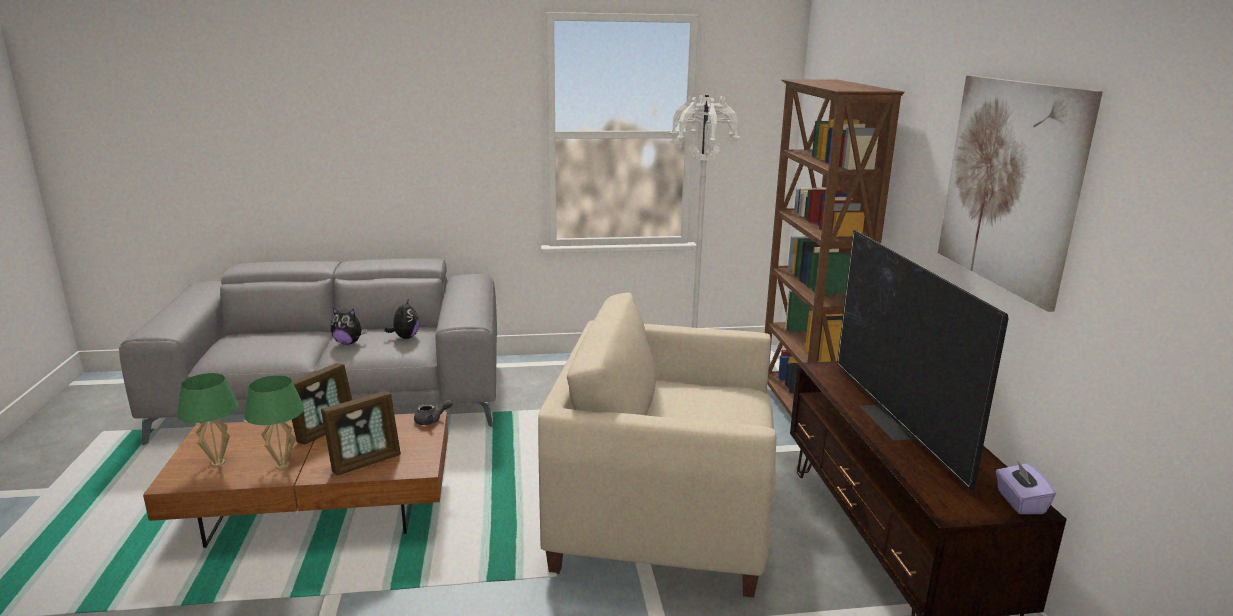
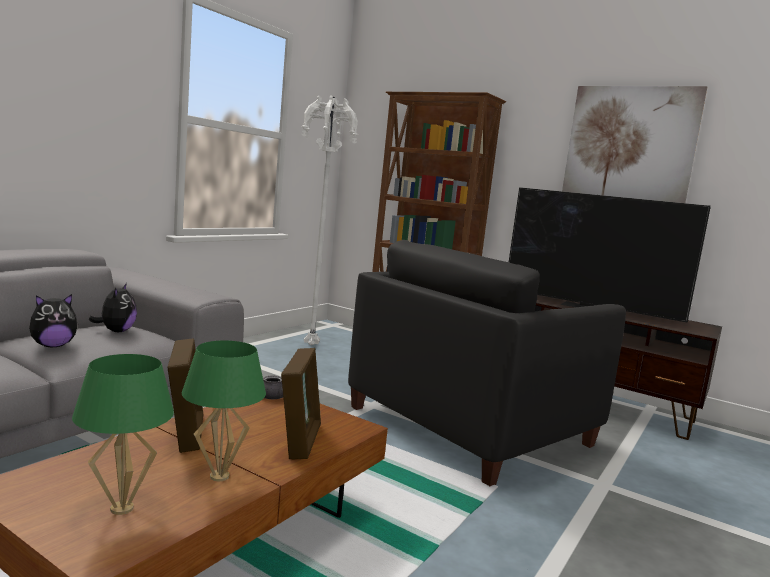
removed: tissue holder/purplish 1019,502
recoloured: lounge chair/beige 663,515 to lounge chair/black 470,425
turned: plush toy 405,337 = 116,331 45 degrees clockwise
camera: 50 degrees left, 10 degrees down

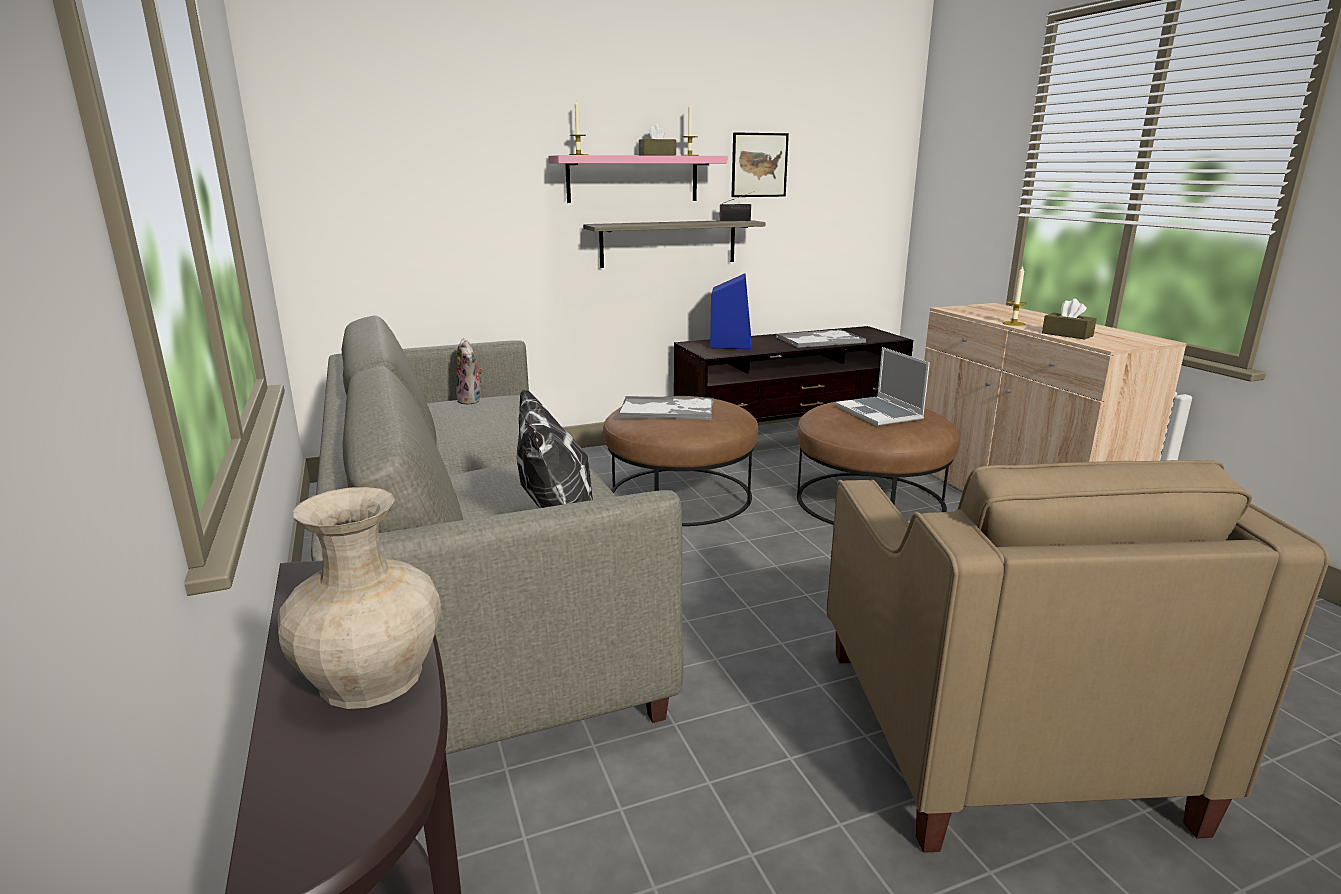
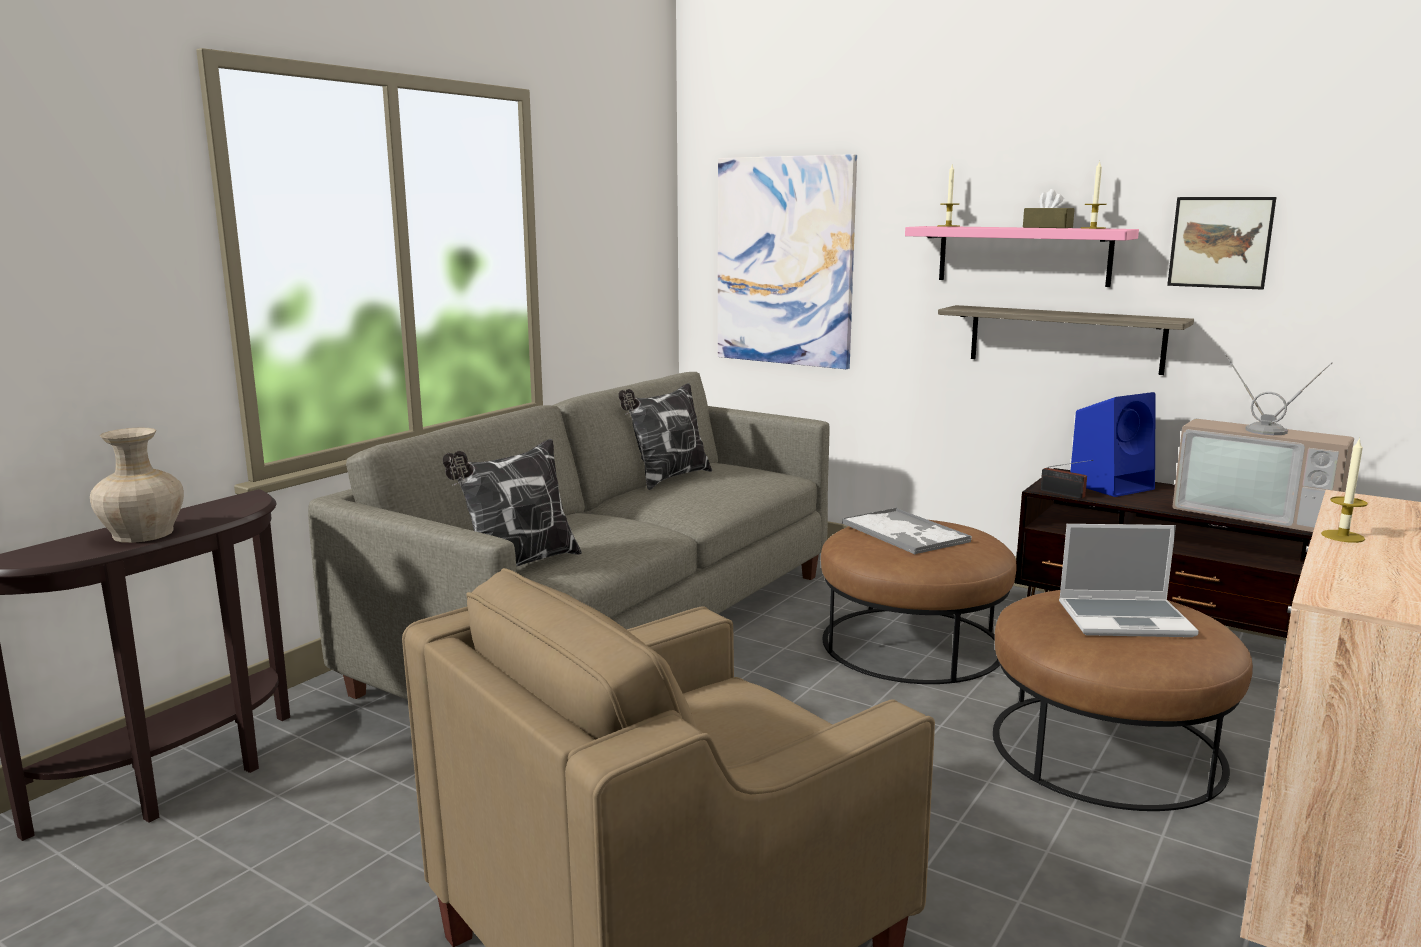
removed: plush toy 471,401; tissue holder/brown 1067,334
added: cushion 667,478; wall picture 785,261
moved: radio set 737,220 to 1064,494
replaced: tray 821,340 to TV set 1257,513
turned: notebook computer 880,413 = 1126,619 120 degrees counterclockwise
camera: 55 degrees right, 5 degrees down

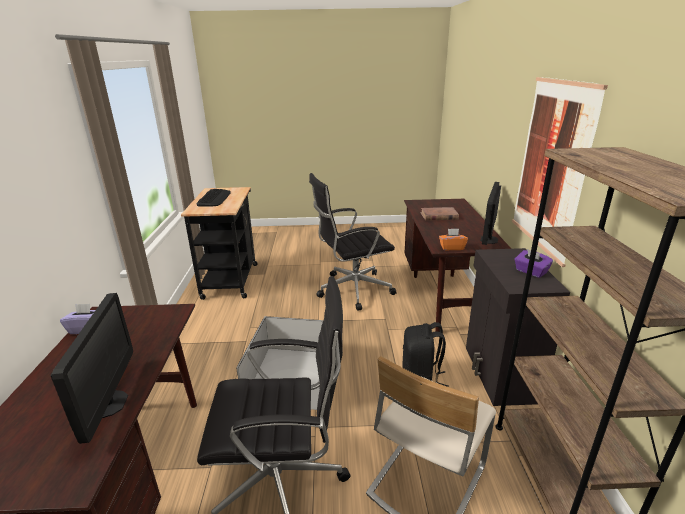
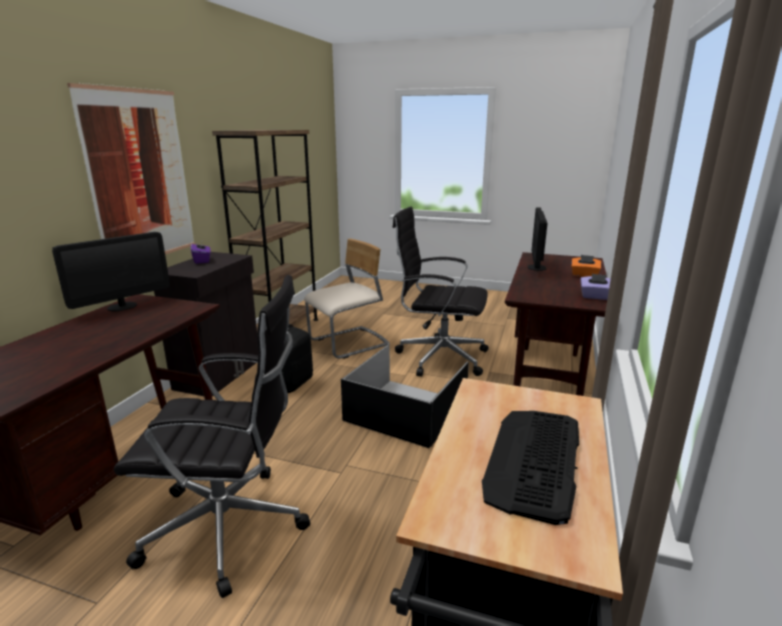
removed: book/brown 438,216
moved: tissue holder/orangey 452,247 to 584,275
camera: 160 degrees left, 5 degrees down

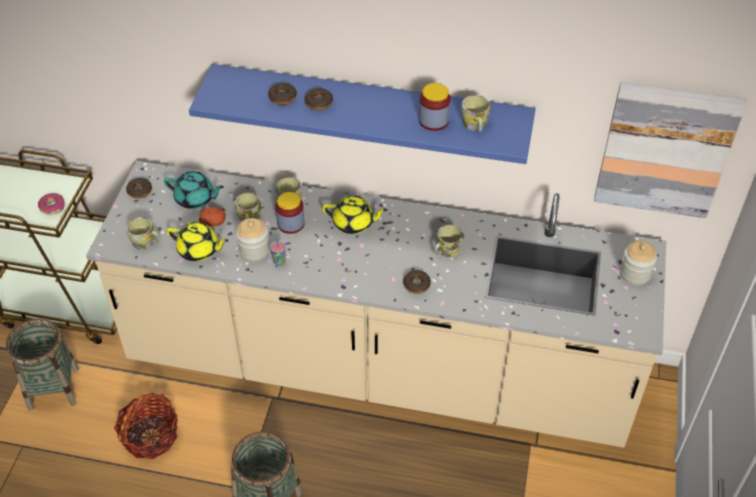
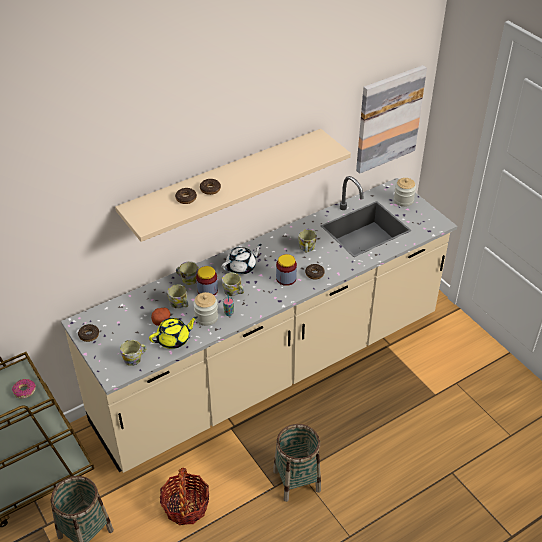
removed: teapot/turquoise 195,199
moved: storage jar 433,121 to 286,278; tea mug 475,125 to 234,292
recoloured: shelf/blue 370,107 to shelf/beige 224,182; teapot/yellowish 354,223 to teapot/whitish 241,267
camera: 45 degrees left, 5 degrees down

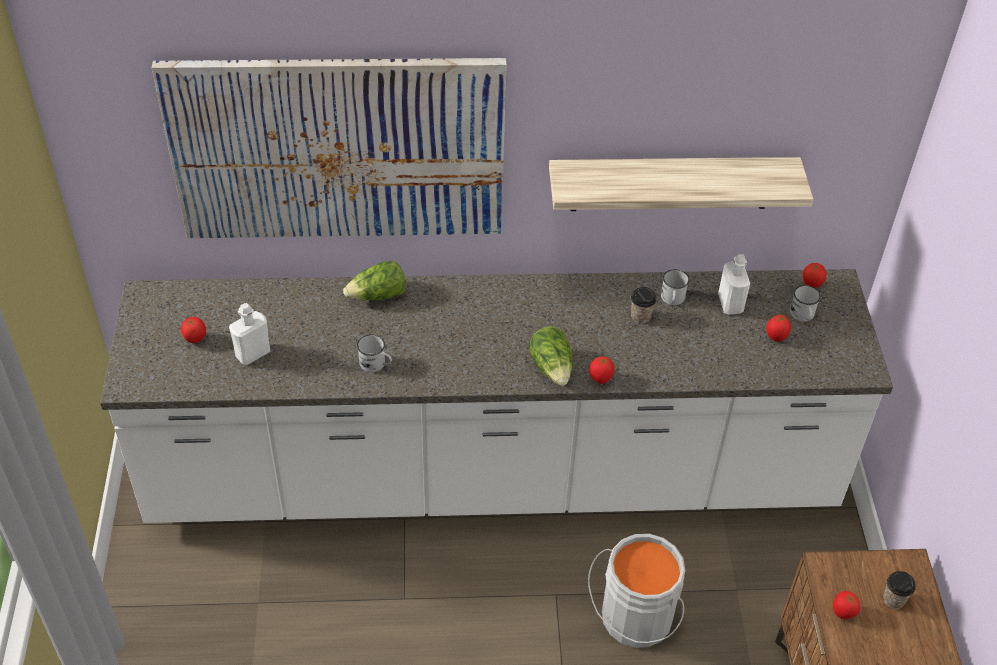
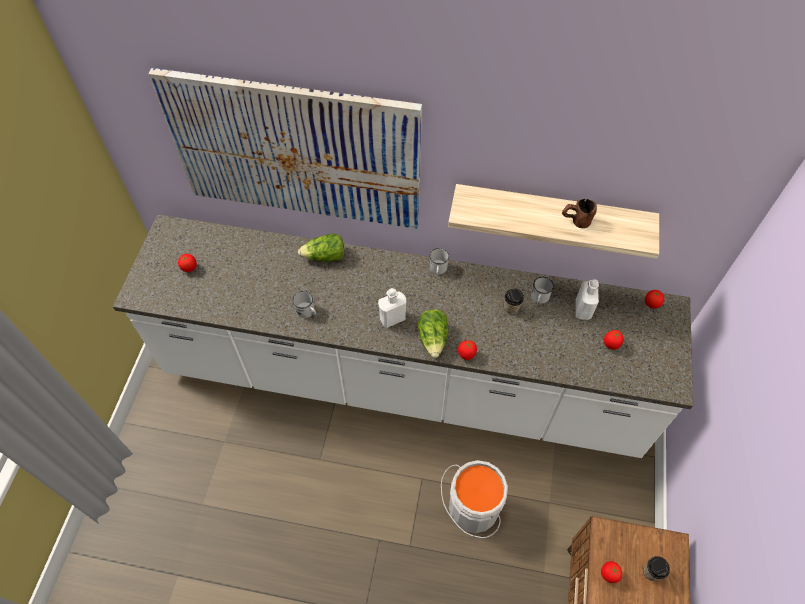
added: tea mug/brown 575,221
moved: drink bottle/whitish 253,354 to 392,318; tea mug/whitish 803,316 to 438,270
camera: 15 degrees right, 10 degrees up

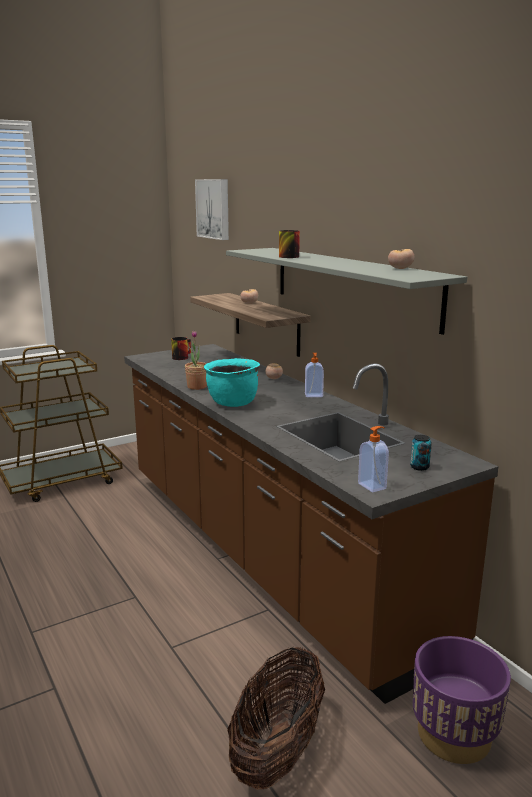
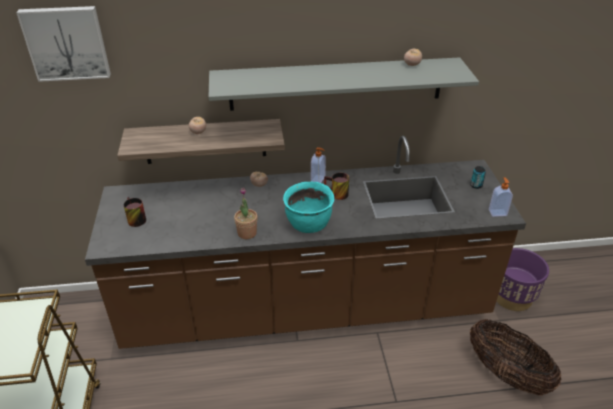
moved: tea mug 286,256 to 336,194
camera: 65 degrees left, 20 degrees up

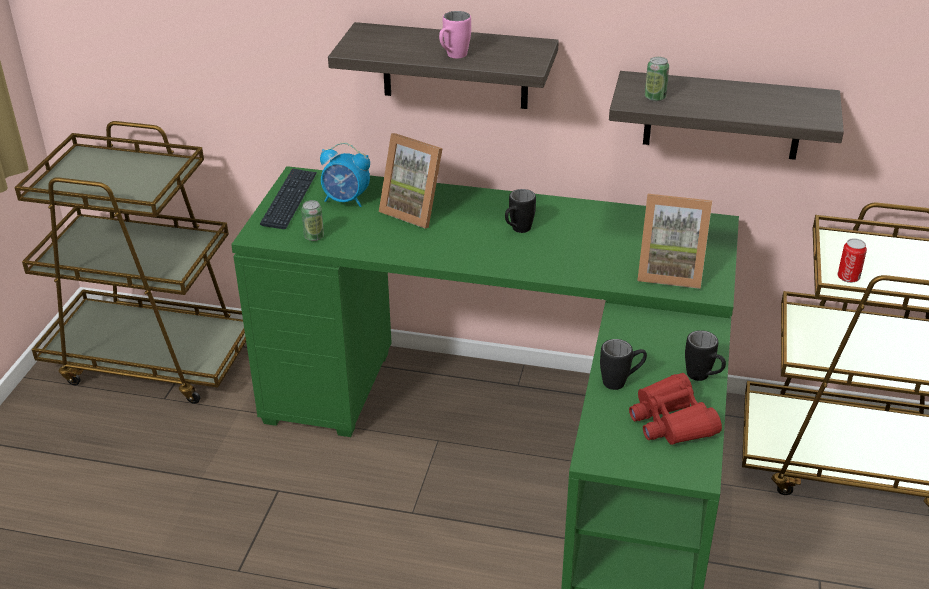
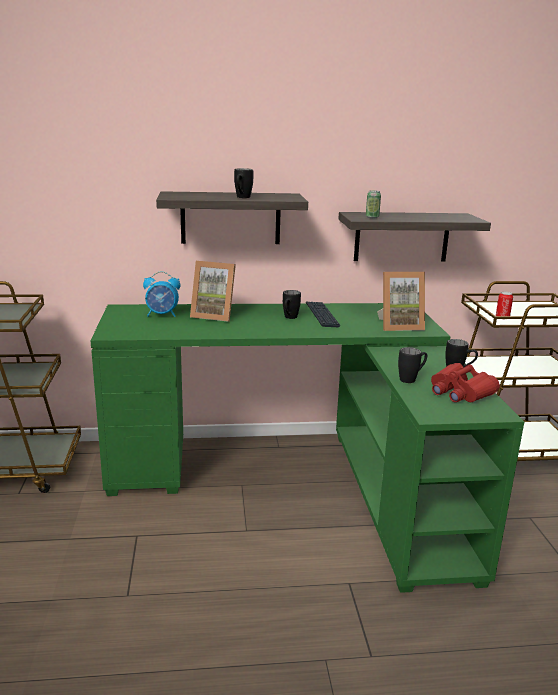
removed: metal can 314,236
moved: keyboard 289,199 to 322,315
recoloured: tea mug/pinkish 453,57 to tea mug/black 242,197
camera: 20 degrees left, 15 degrees down

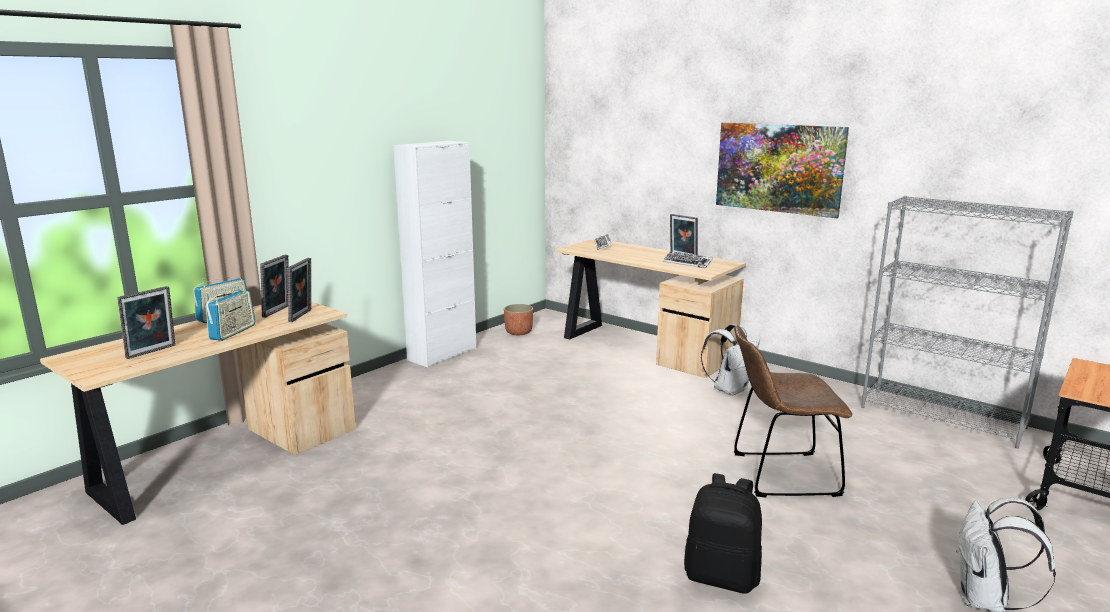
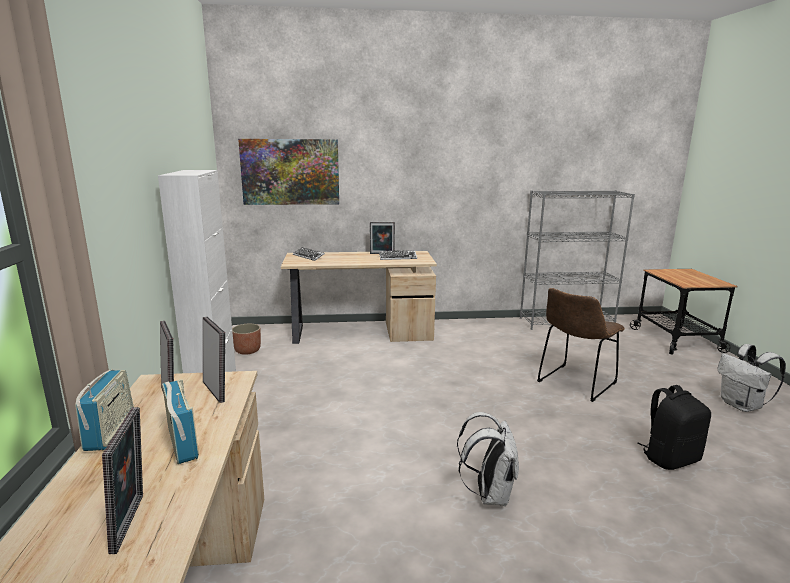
moved: rucksack/whitish 730,389 to 489,494; wall picture 779,168 to 290,172
camera: 45 degrees left, 0 degrees up

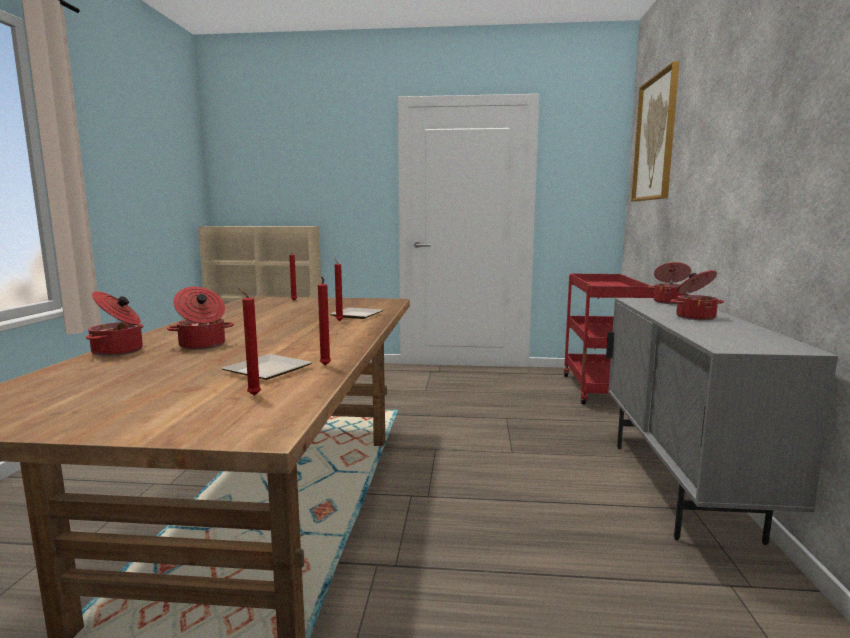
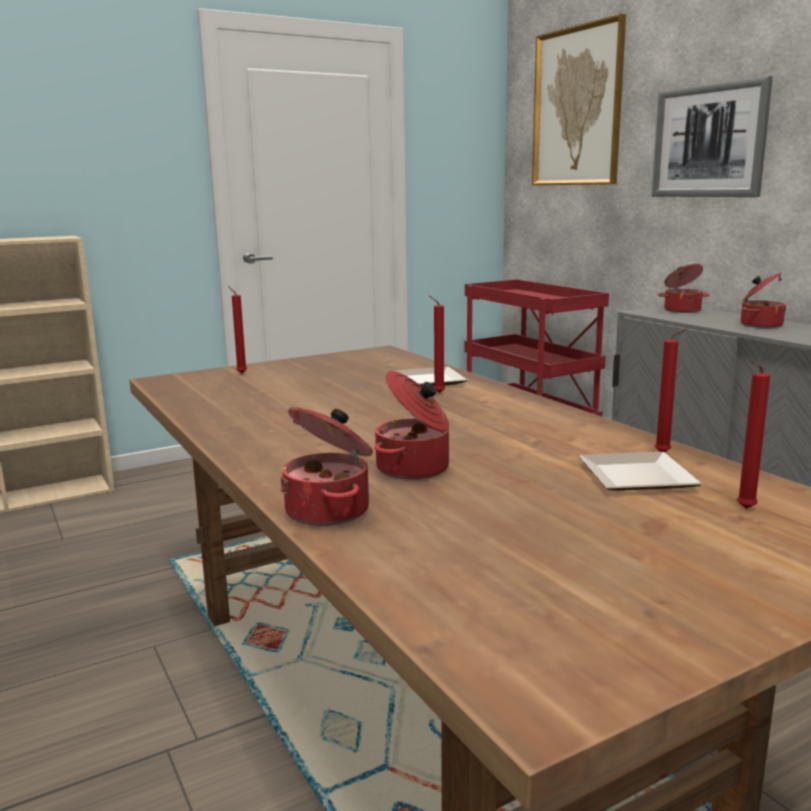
added: wall picture 708,141
camera: 35 degrees left, 5 degrees up

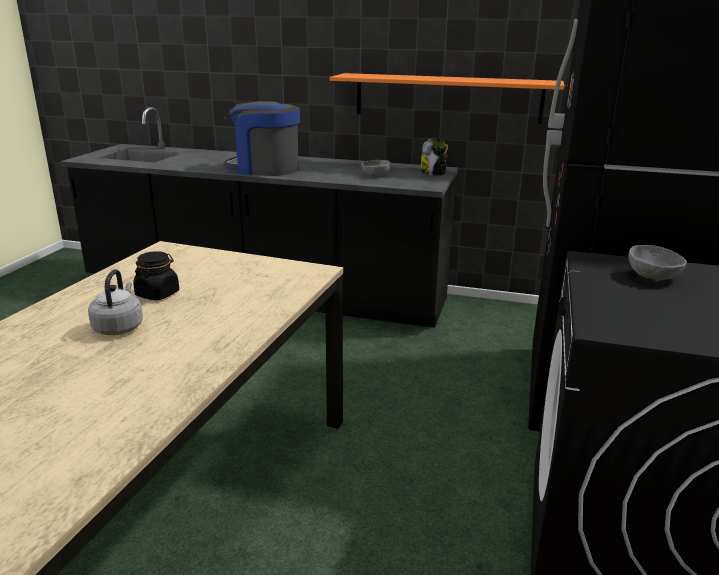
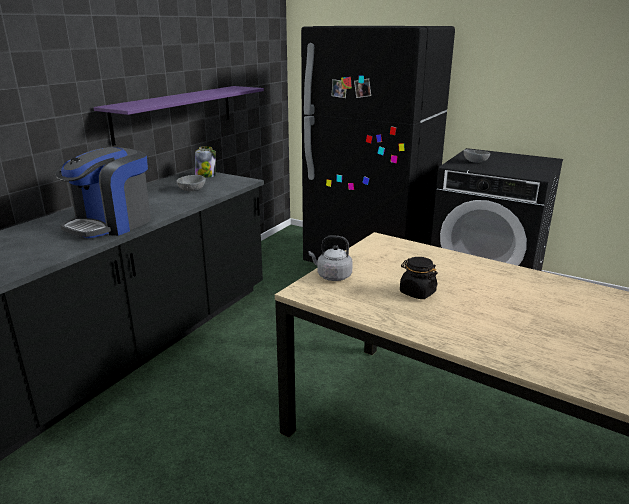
moved: tea kettle/gray 119,327 to 332,276
recoloured: shelf/orangey 447,97 to shelf/purplish 175,113
camera: 75 degrees left, 0 degrees up

